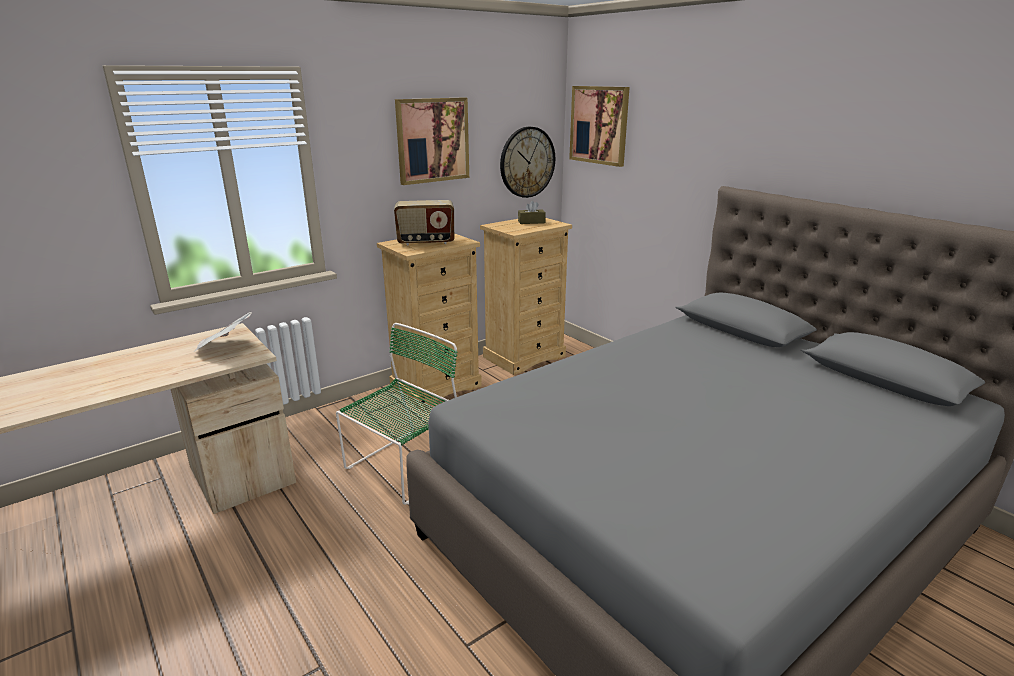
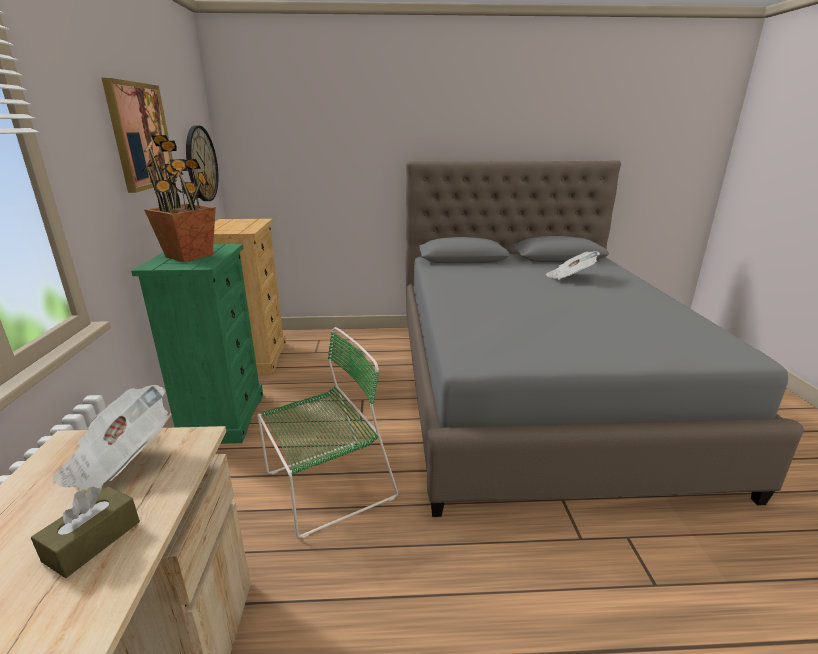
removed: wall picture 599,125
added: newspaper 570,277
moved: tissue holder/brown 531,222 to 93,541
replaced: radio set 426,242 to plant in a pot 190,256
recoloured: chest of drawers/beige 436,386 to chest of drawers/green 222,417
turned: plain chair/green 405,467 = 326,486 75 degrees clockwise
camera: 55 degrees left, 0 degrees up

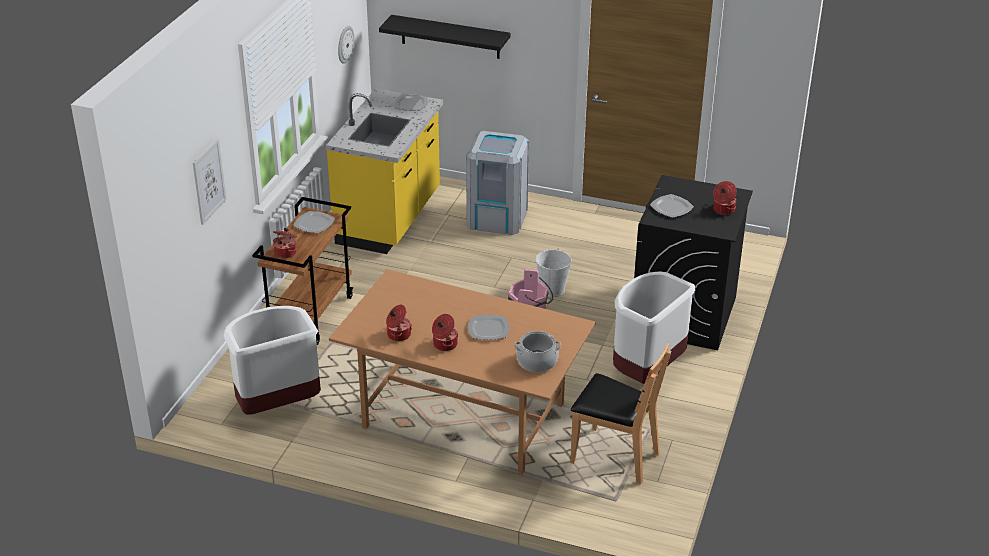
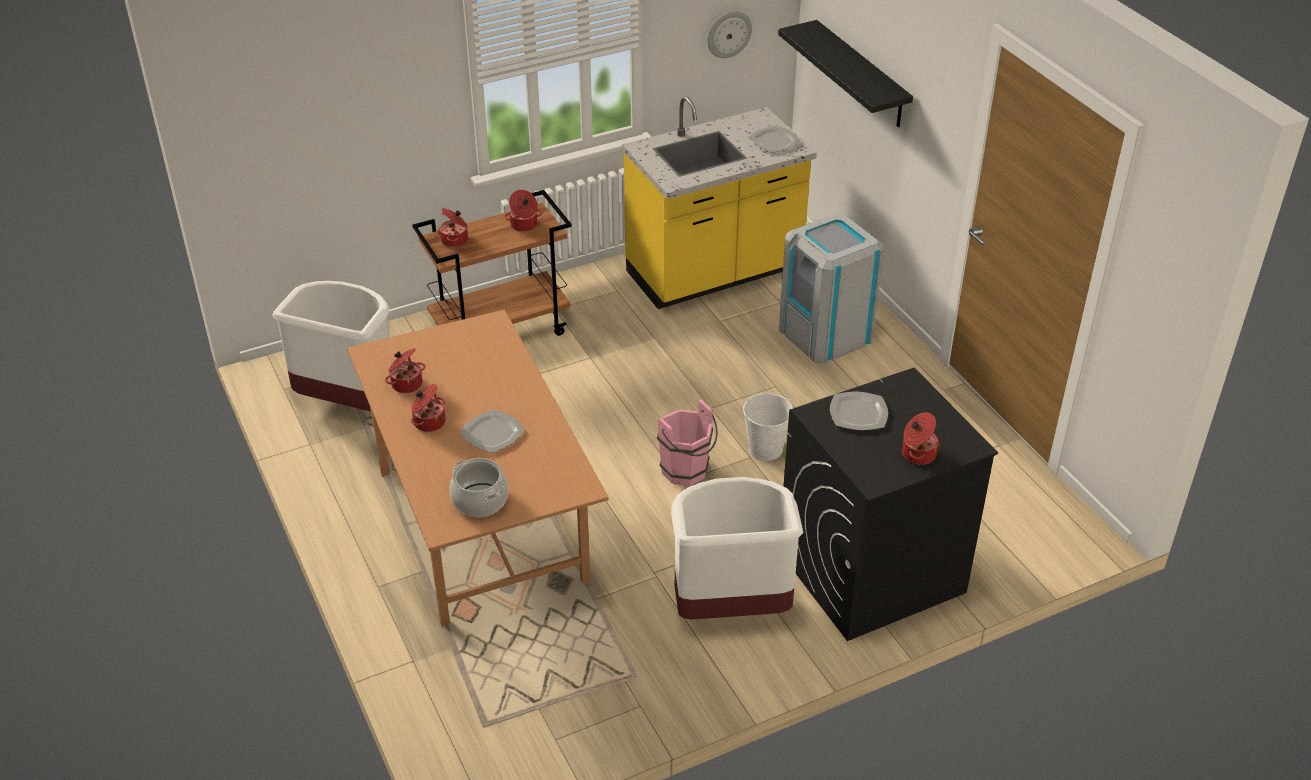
removed: wall picture 209,181; plain chair/brown 614,456
replaced: flat dish 314,223 to cooking pot 524,225
camera: 45 degrees right, 5 degrees up

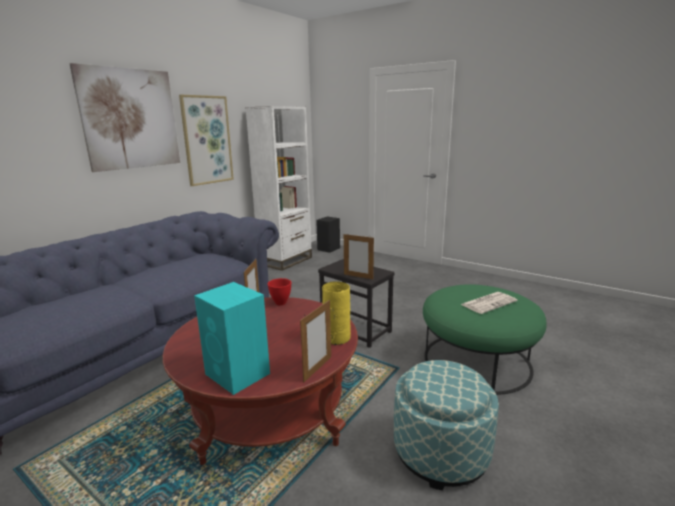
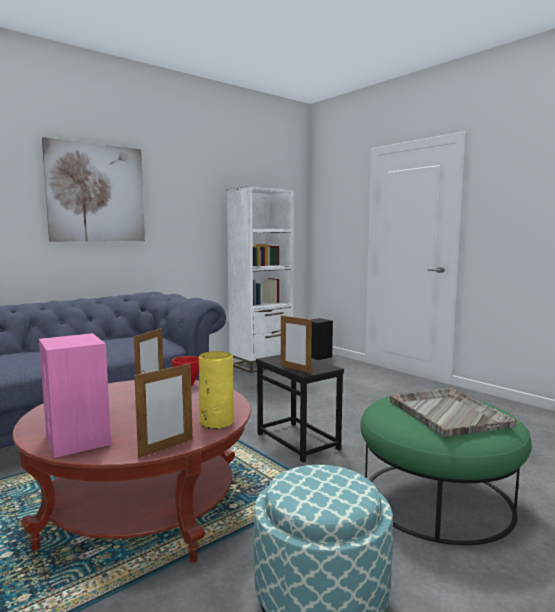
removed: wall picture 207,140
replaced: newspaper 488,303 to tray/gray 447,413
recoloured: loudspeaker/turquoise 238,374 to loudspeaker/pinkish 78,441
camera: 15 degrees right, 10 degrees down

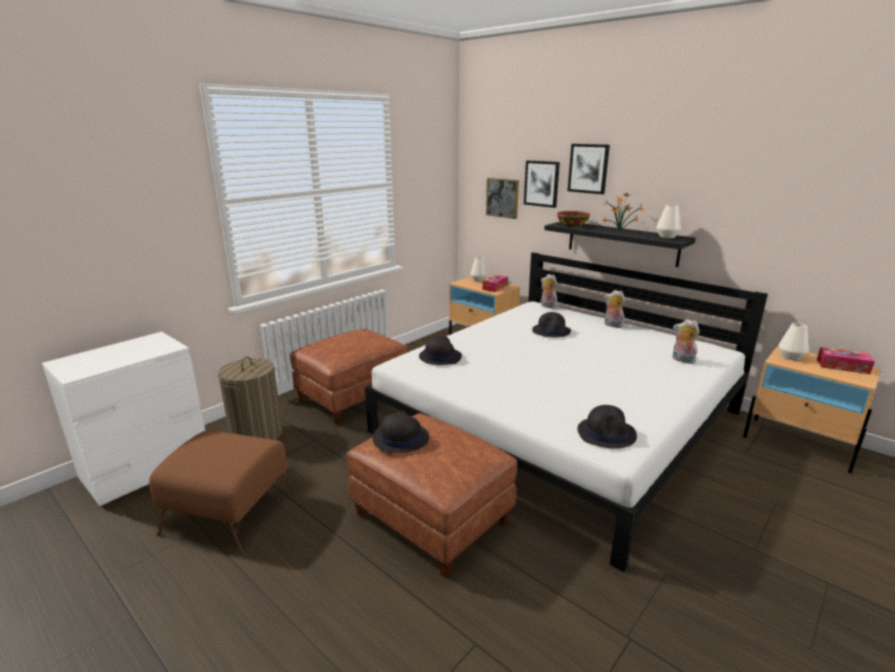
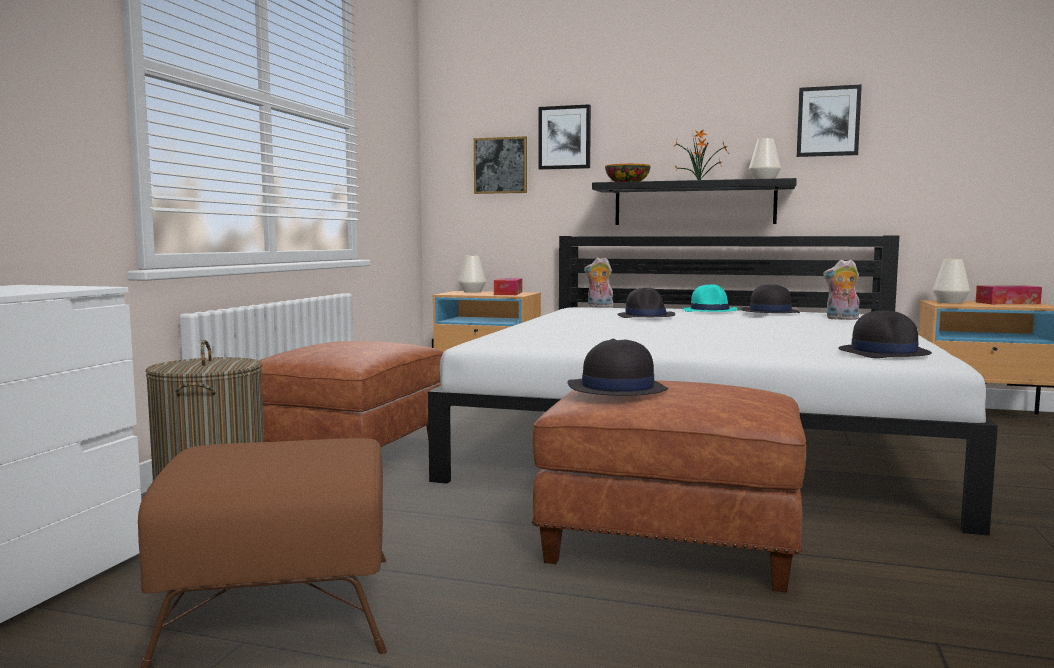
moved: clothing hat/black 440,357 to 769,312; wall picture 588,168 to 828,121
replaced: plush toy 612,325 to clothing hat/turquoise 710,311
camera: 25 degrees left, 15 degrees down

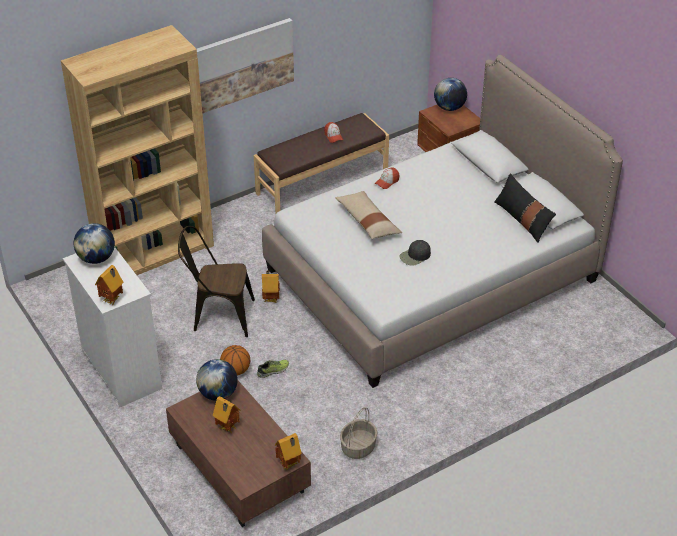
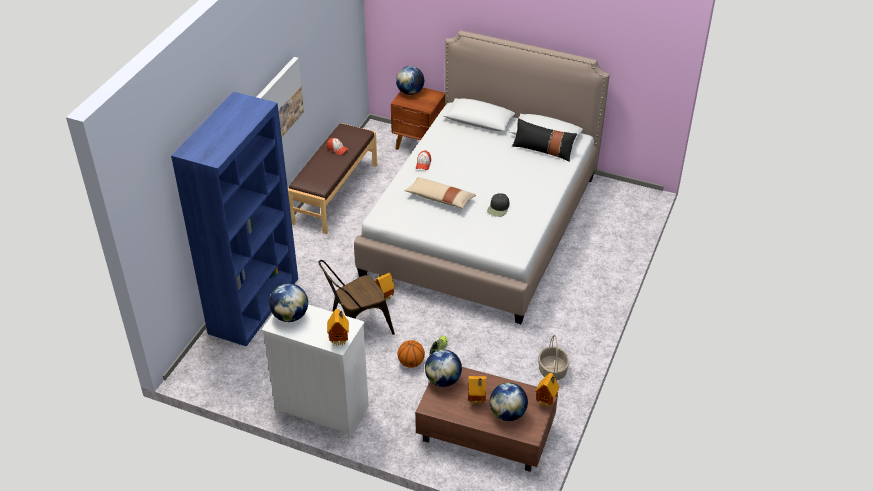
added: globe 507,413
recoloured: bookcase/brown 155,251 to bookcase/blue 254,305
camera: 35 degrees left, 0 degrees up

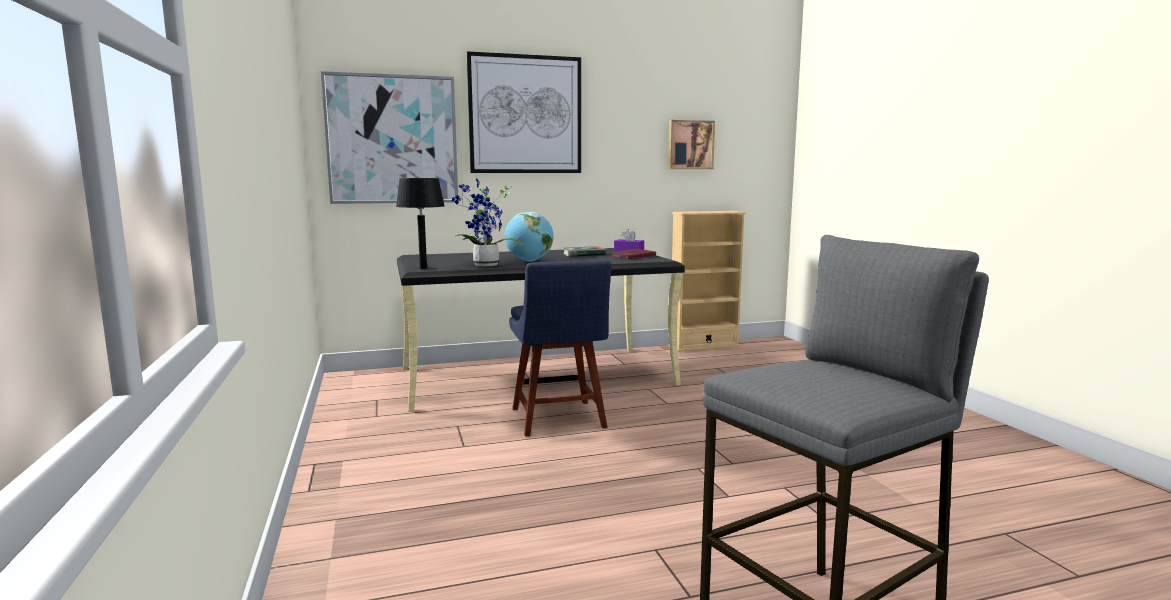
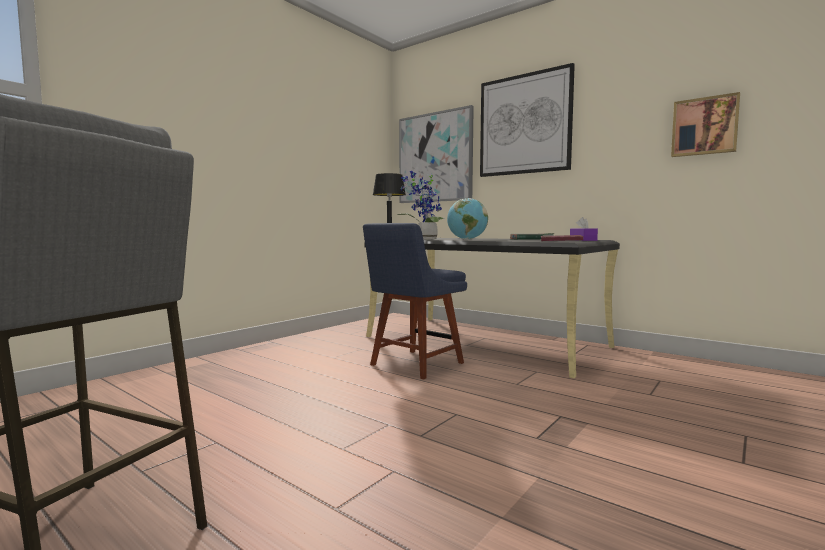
removed: bookcase/beige 704,346
camera: 55 degrees right, 5 degrees down

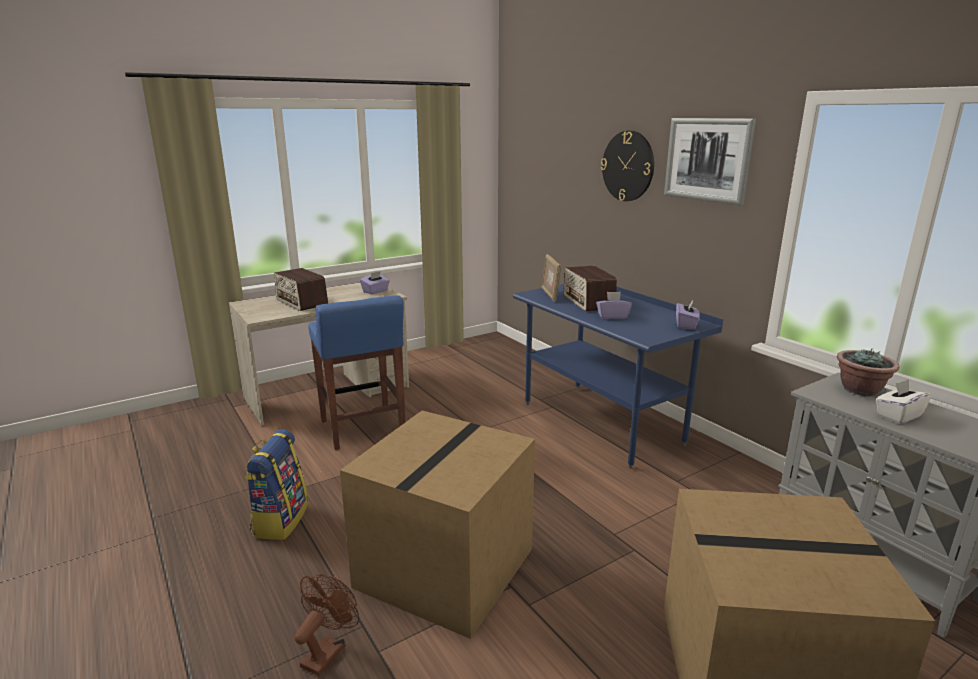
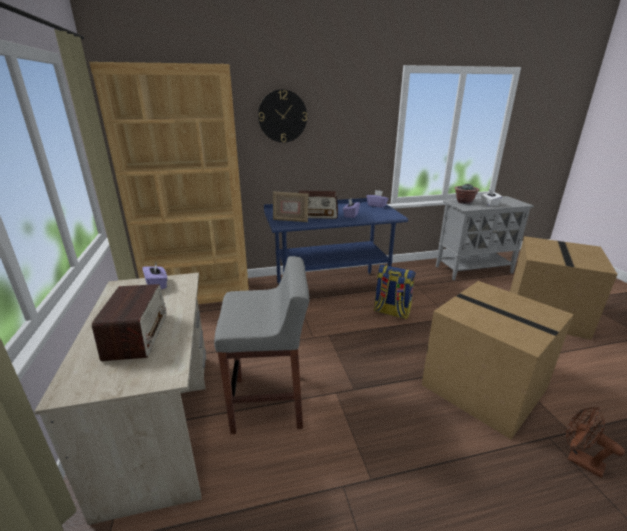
removed: wall picture 707,160
added: bookcase/brown 200,294
moved: rucksack 280,520 to 391,312
recoloured: stool/blue 362,428 to stool/gray 269,403
turned: radio set 302,302 = 137,335 75 degrees counterclockwise
camera: 70 degrees left, 5 degrees up

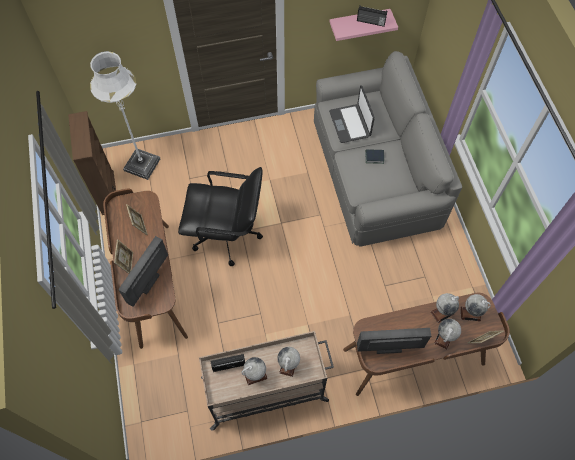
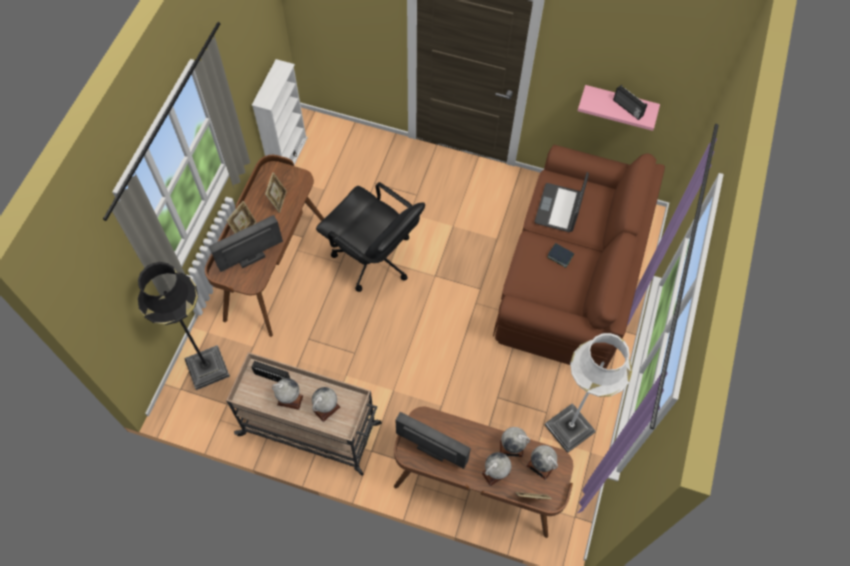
added: standard lamp/black 207,368
moved: standard lamp/whitish 142,165 to 569,428
recoloured: bookcase/brown 107,192 to bookcase/whitish 288,156; couch/gray 375,172 to couch/brown 569,276
camera: 30 degrees right, 0 degrees up

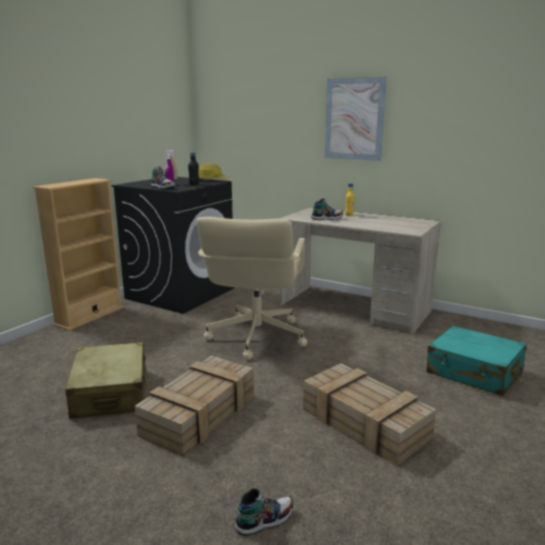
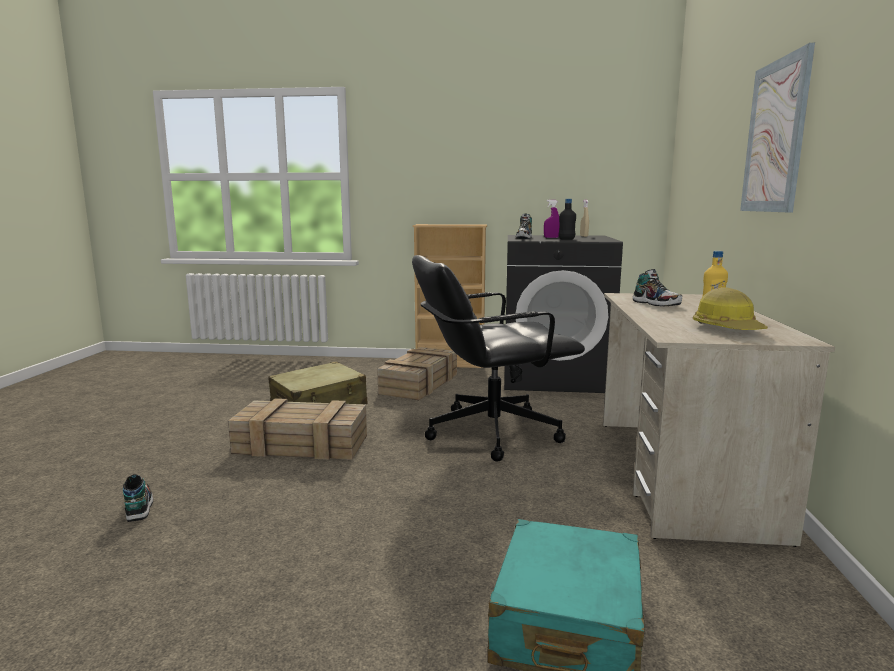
moved: hard hat 212,180 to 727,329; shipping crate 366,424 to 419,384
recoloured: office chair/beige 255,337 to office chair/black 491,432
turned: low shoe 265,520 = 138,508 150 degrees counterclockwise
camera: 65 degrees right, 5 degrees down

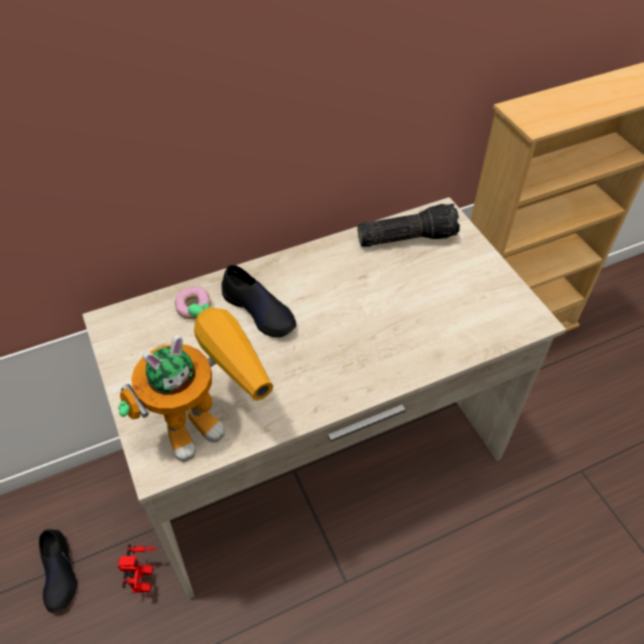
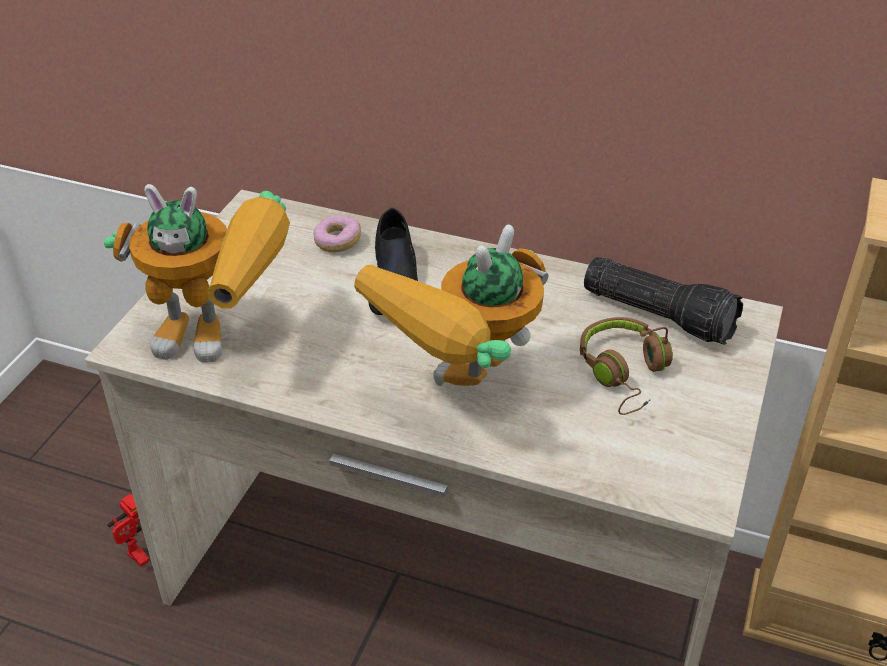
removed: low shoe/black 59,573
added: toy robot 464,396; pair of headphones/brown 625,374
camera: 45 degrees right, 10 degrees down

